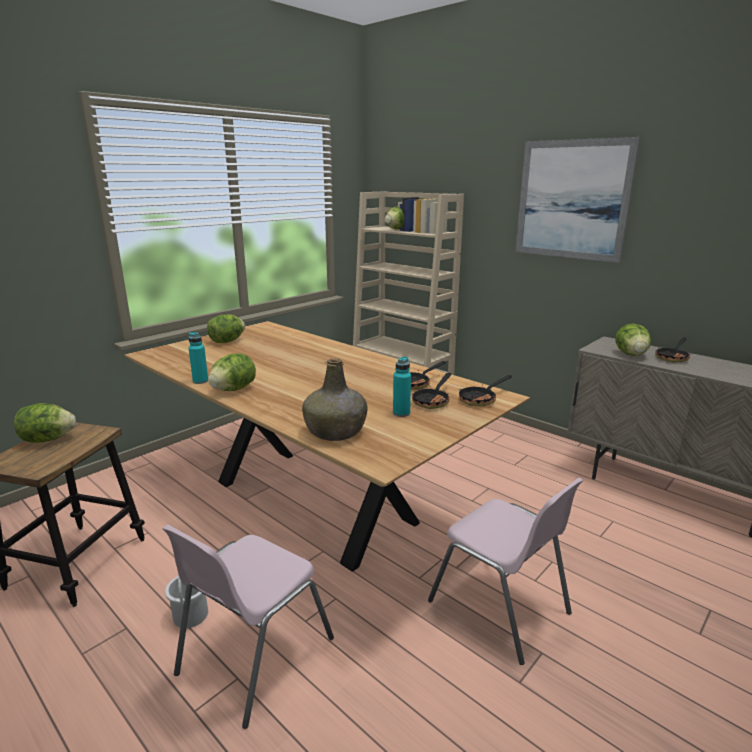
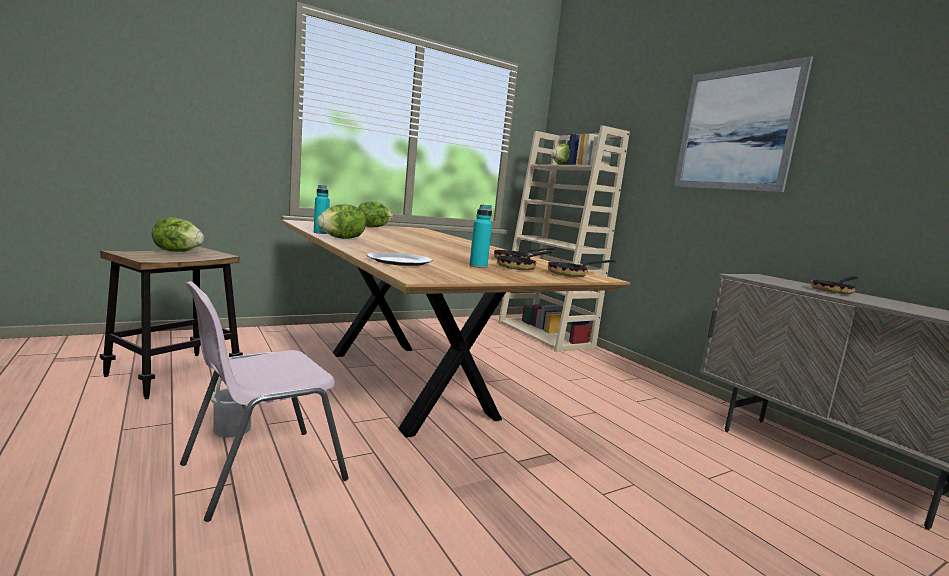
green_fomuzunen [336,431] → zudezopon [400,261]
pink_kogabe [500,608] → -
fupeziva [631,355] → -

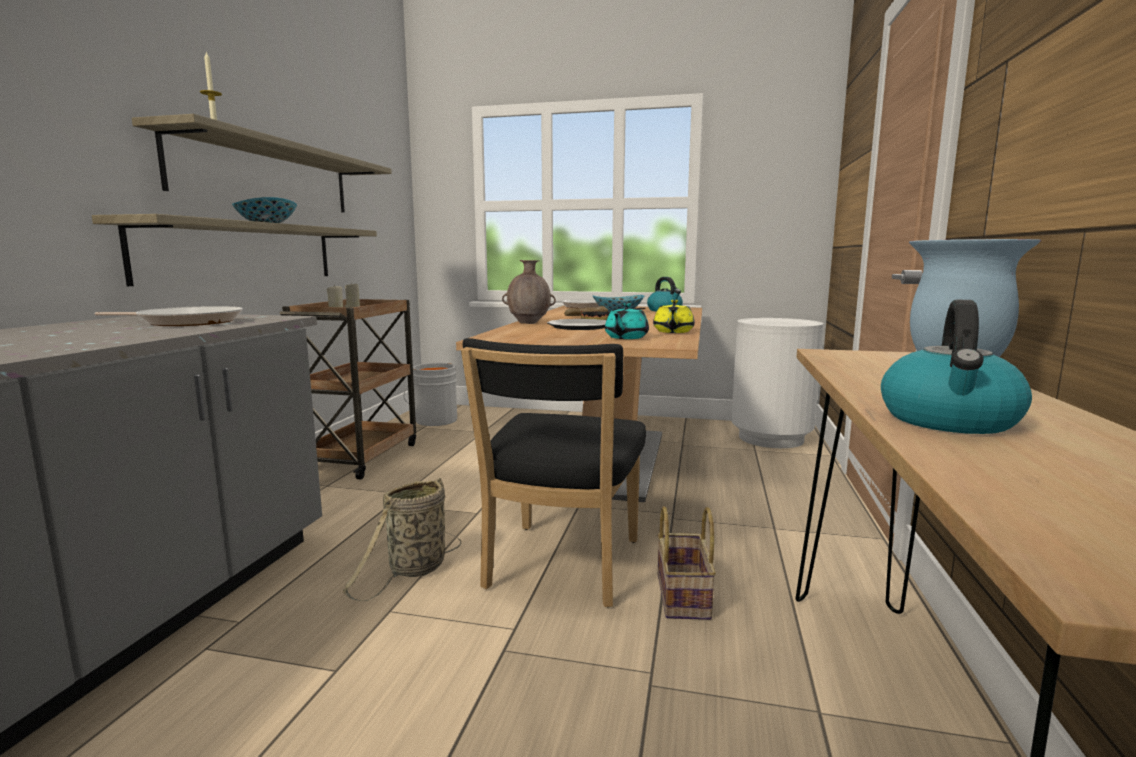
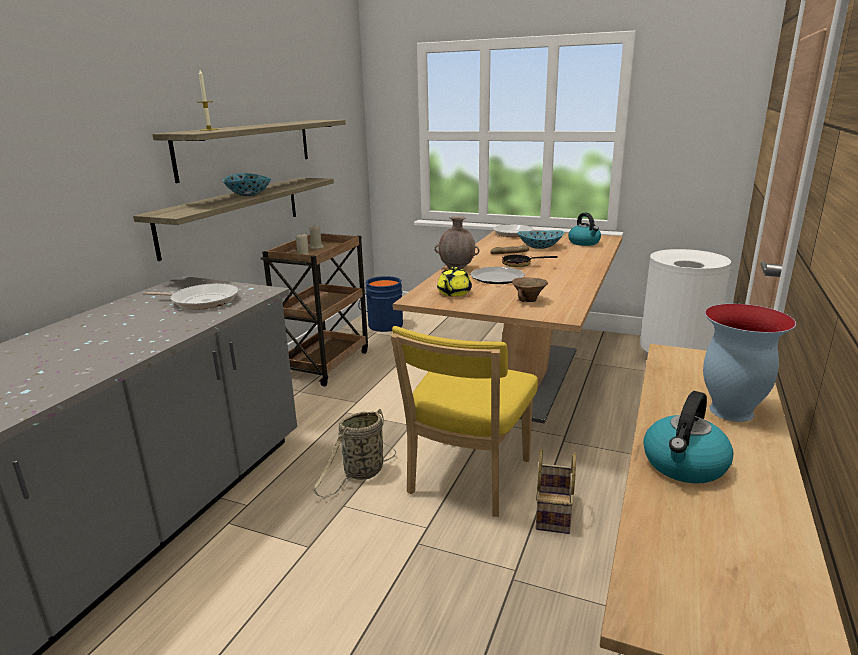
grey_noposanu [435,420] → blue_noposanu [384,325]
black_kogabe [560,568] → yellow_kogabe [466,480]
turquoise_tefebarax [626,337] → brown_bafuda [529,300]
yellow_tefebarax [673,332] → yellow_tefebarax [454,293], moved

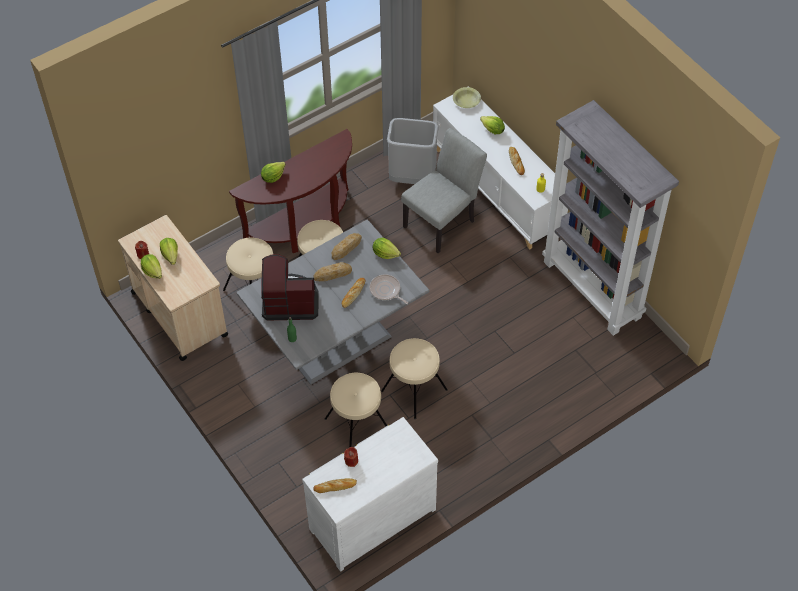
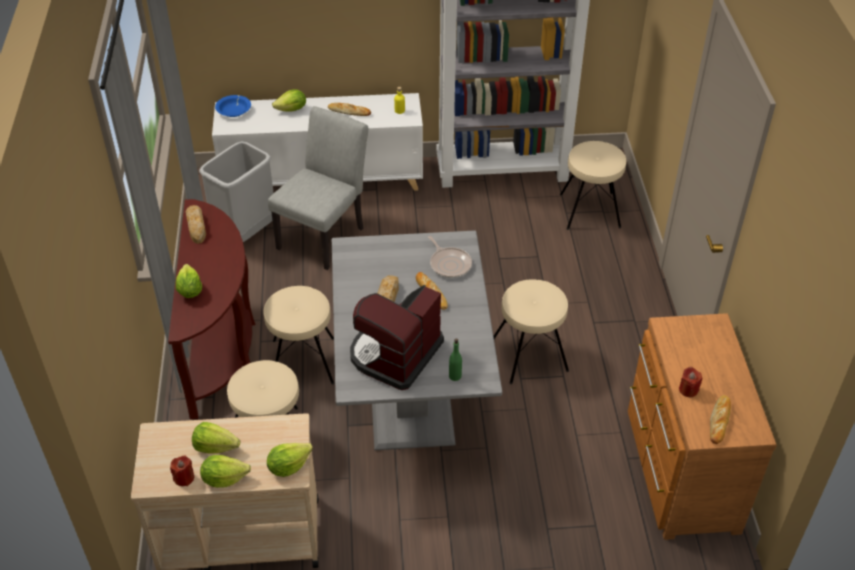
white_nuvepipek [370,517] → brown_nuvepipek [679,471]
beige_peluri [357,425] → beige_peluri [590,211], moved
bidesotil [346,248] → bidesotil [196,226], moved
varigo [386,290] → varigo [449,264], 105 degrees counterclockwise
fupeziva [385,253] → fupeziva [288,466], moved
grey_kogabe [443,221] → grey_kogabe [325,234], 45 degrees clockwise
yellow_bafuda [466,101] → blue_bafuda [234,111]

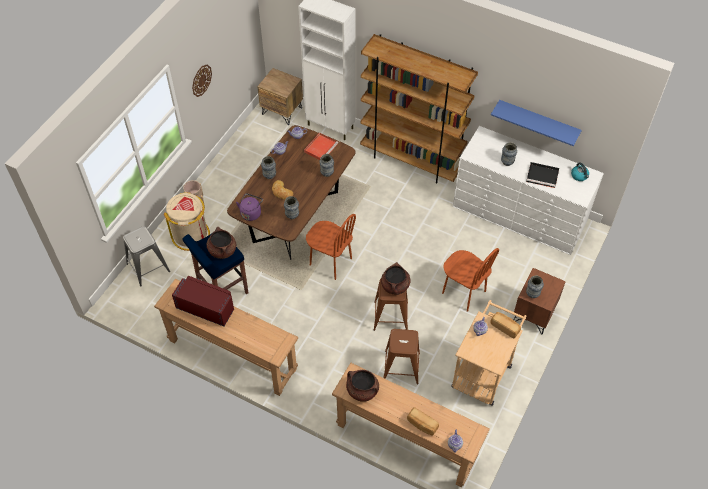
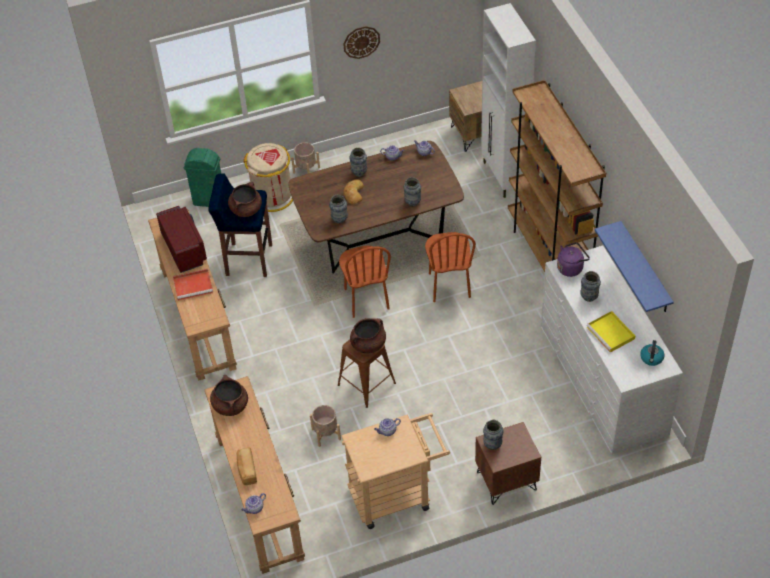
grey_peluri [148,267] → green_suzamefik [209,201]
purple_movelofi [251,213] → purple_movelofi [571,268], moved
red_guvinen [321,147] → red_guvinen [194,285], moved
brown_peluri [401,367] → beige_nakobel [326,434]
brown_kogabe [463,292] → brown_kogabe [449,285], moved
bidesotil [505,327] → -
black_guvinen [543,176] → yellow_guvinen [611,333]

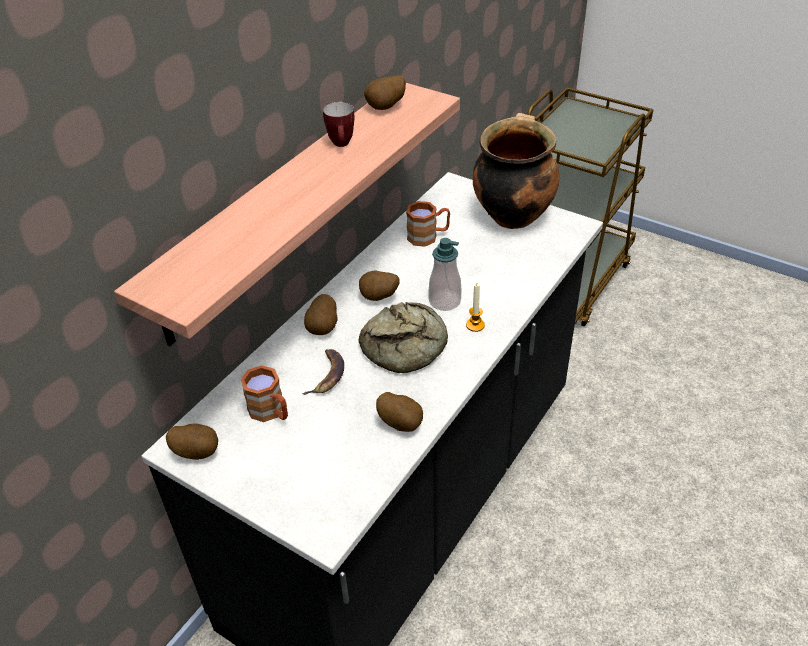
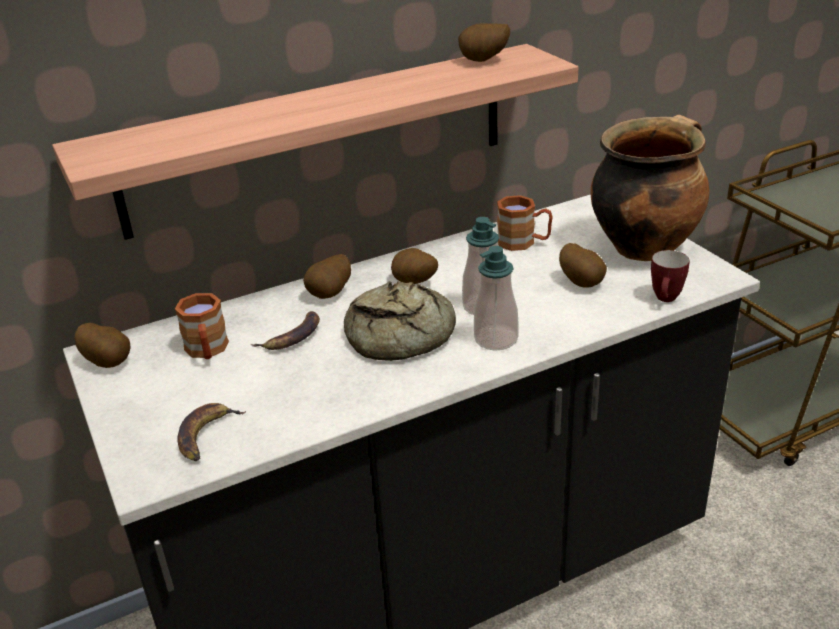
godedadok [342,145] → godedadok [666,300], moved
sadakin [401,423] → sadakin [582,282], moved
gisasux [475,325] → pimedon [496,339]
- → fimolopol [206,435]

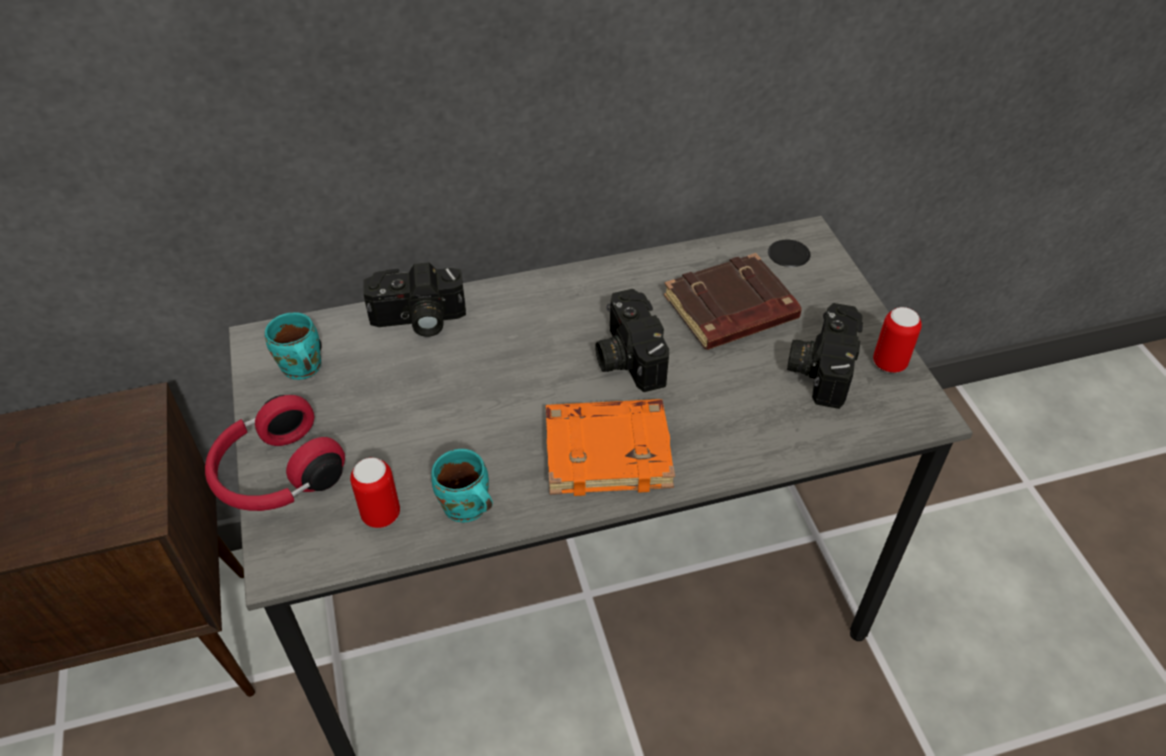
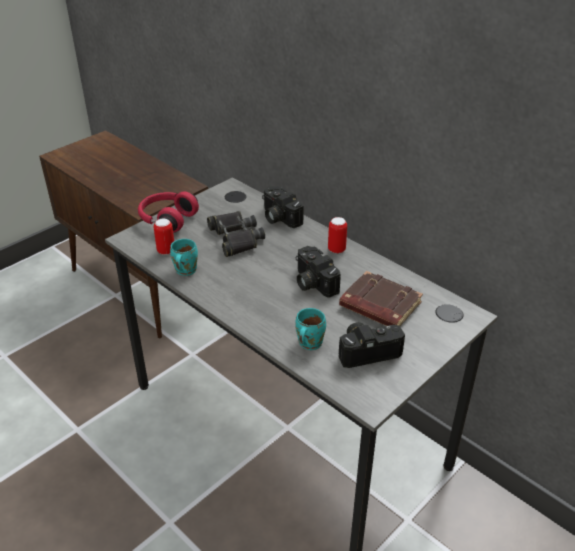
turquoise_godedadok [300,370] → turquoise_godedadok [308,343], moved
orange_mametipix [608,451] → -
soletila [626,356] → soletila [312,282], 75 degrees counterclockwise
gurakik [889,363] → gurakik [336,250], moved
- → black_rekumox [235,238]

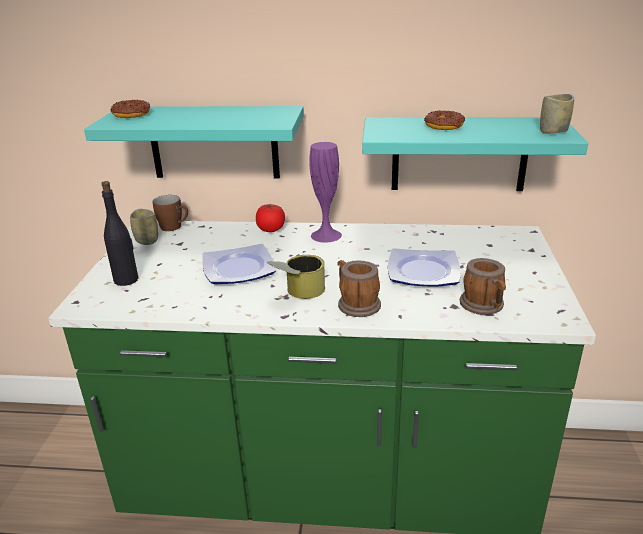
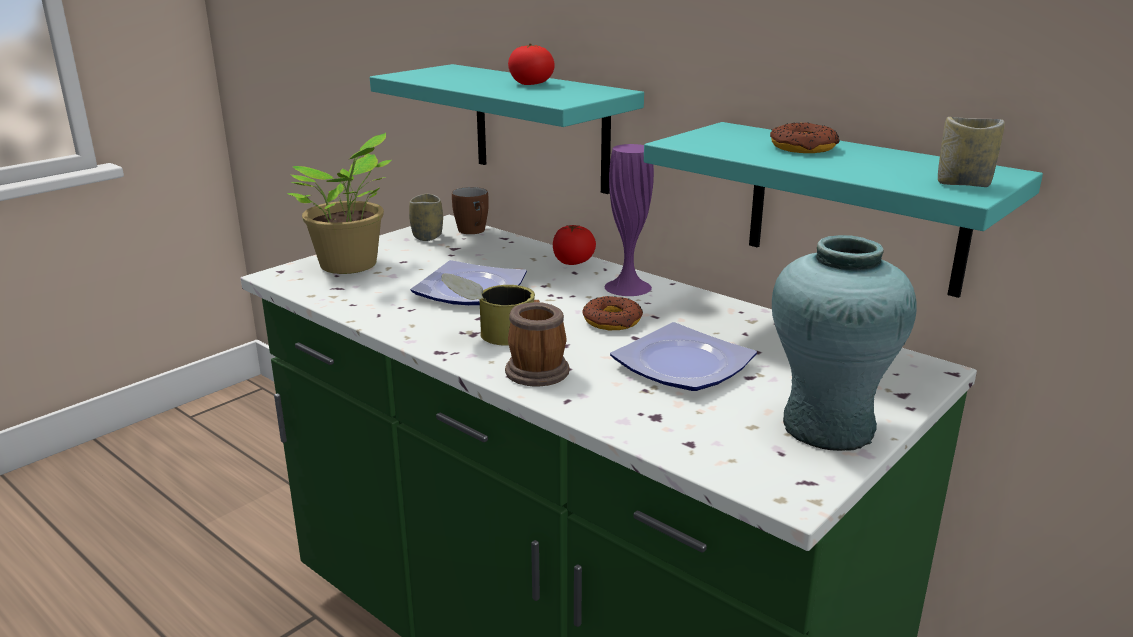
black_fomuzunen [126,280] → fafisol [351,266]
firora [131,114] → firora [612,321], moved
godedadok [484,306] → -
- → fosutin [531,84]
- → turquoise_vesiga [827,427]

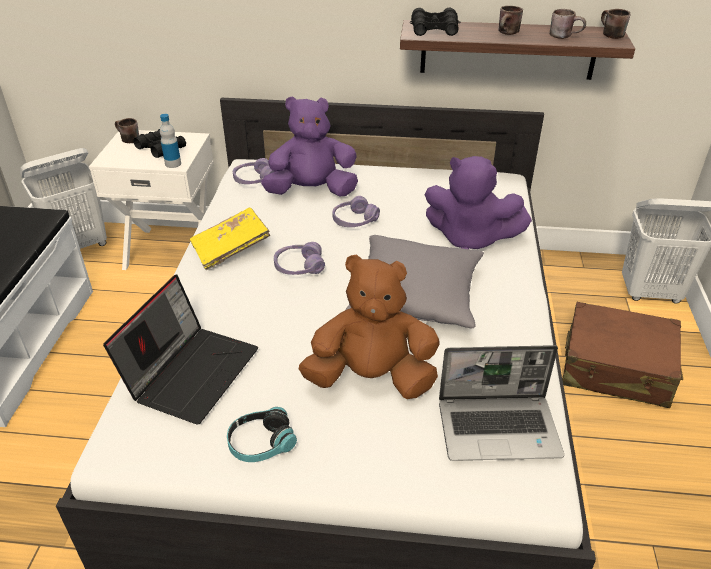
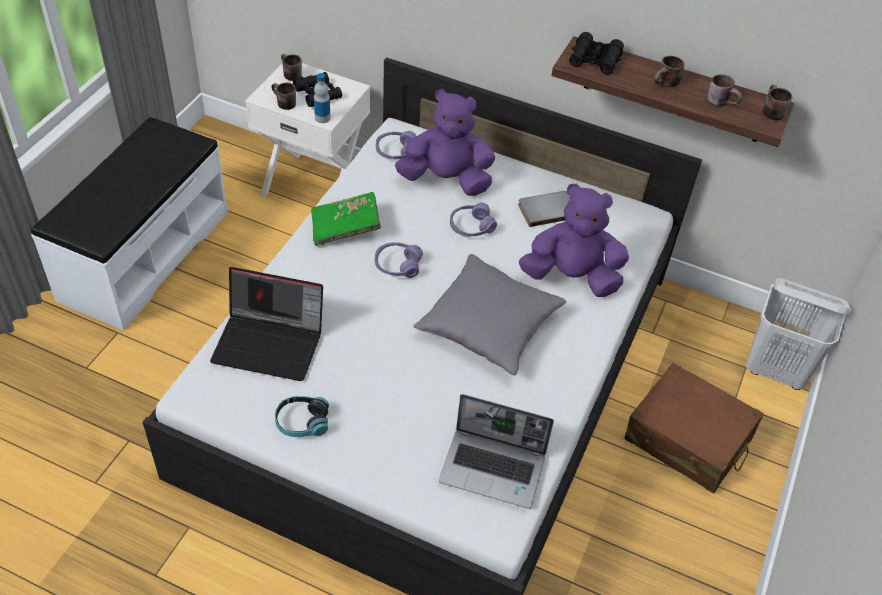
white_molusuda [80,246] → -
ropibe [191,371] → ropibe [270,343], 60 degrees clockwise
yellow_mametipix [231,249] → green_mametipix [345,228]
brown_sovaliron [372,378] → -
purple_sovaliron [469,238] → purple_sovaliron [571,277], 150 degrees clockwise
- → brown_godedadok [282,103]
- → grey_mametipix [546,209]

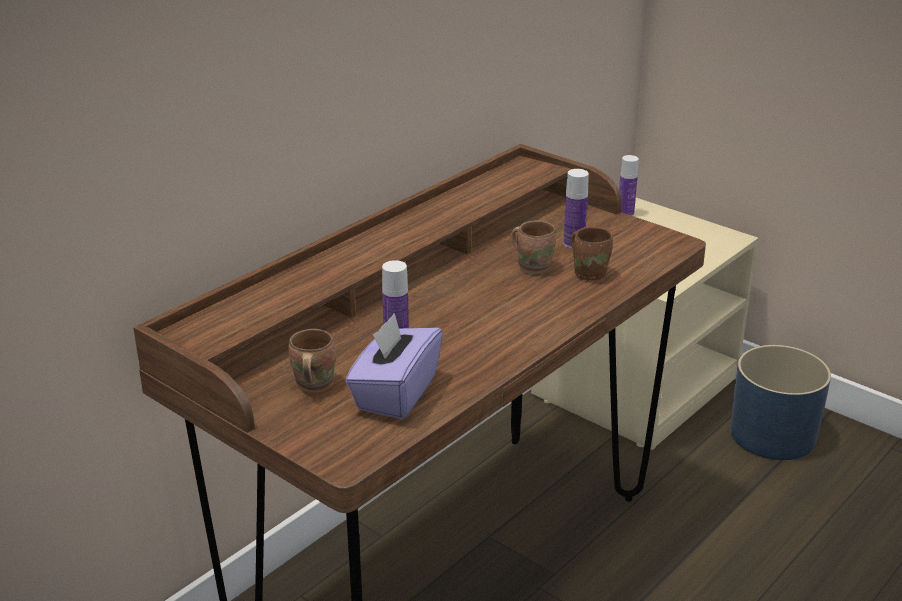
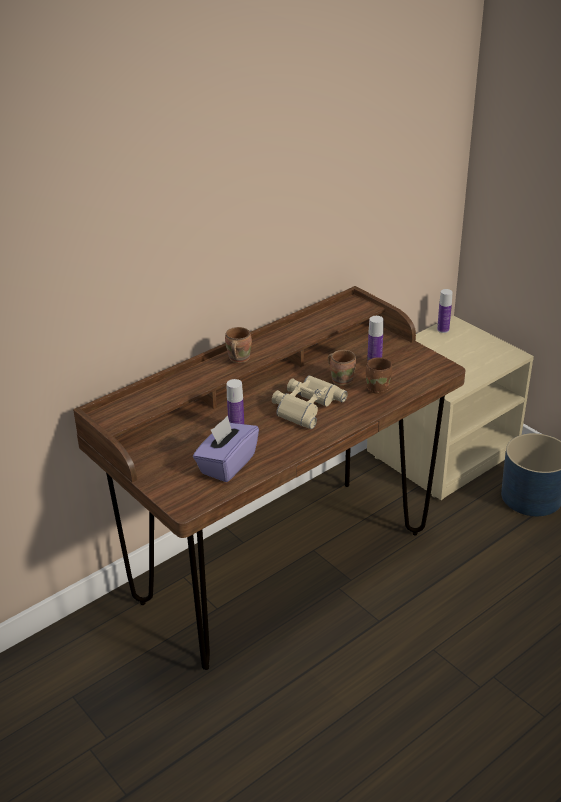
brown_godedadok [312,385] → brown_godedadok [237,359], moved
- → beige_rekumox [305,405]

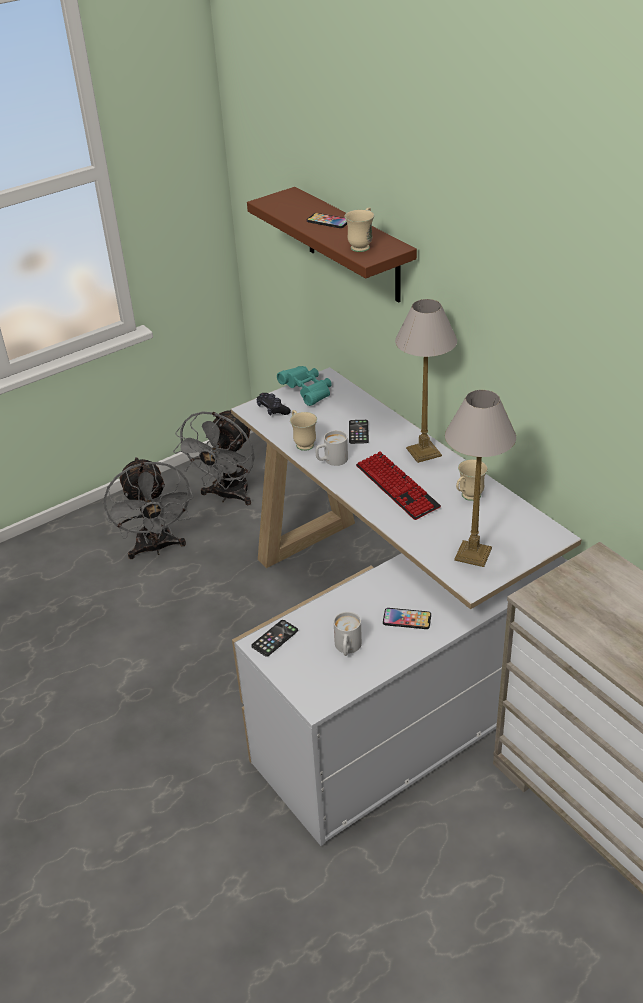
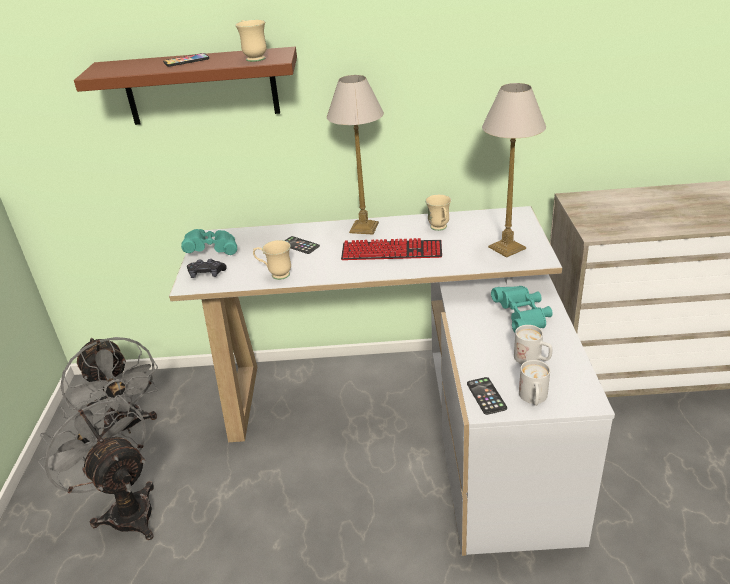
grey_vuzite [156,548] → grey_vuzite [126,509], 150 degrees counterclockwise
white_godedadok [331,460] → white_godedadok [533,399], moved
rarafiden [407,619] → turquoise_rekumox [522,318]

